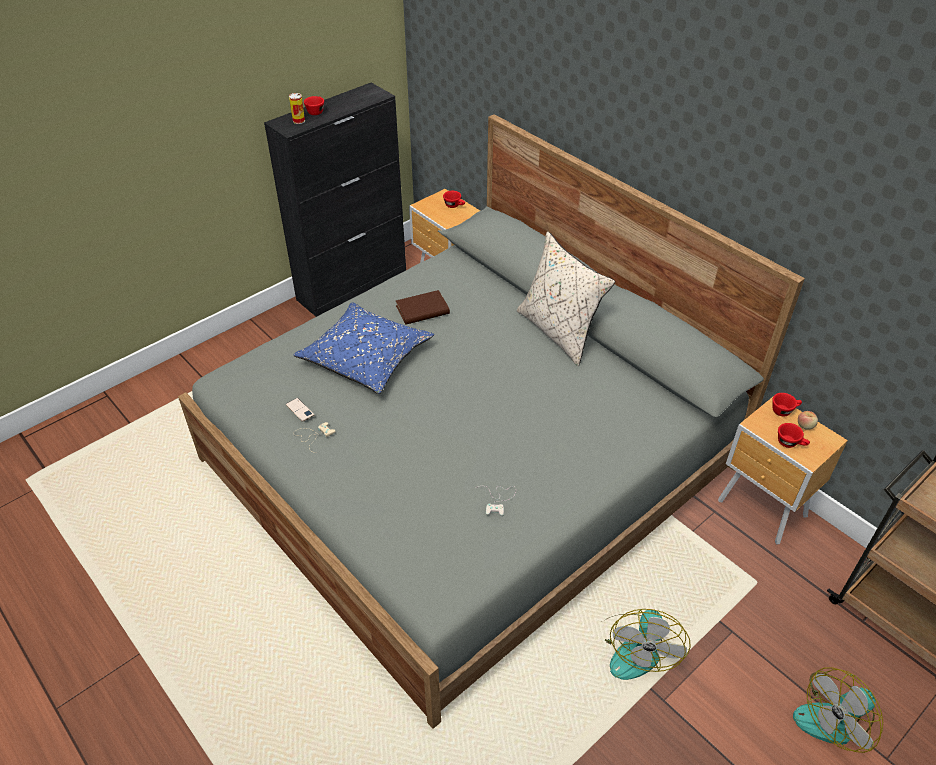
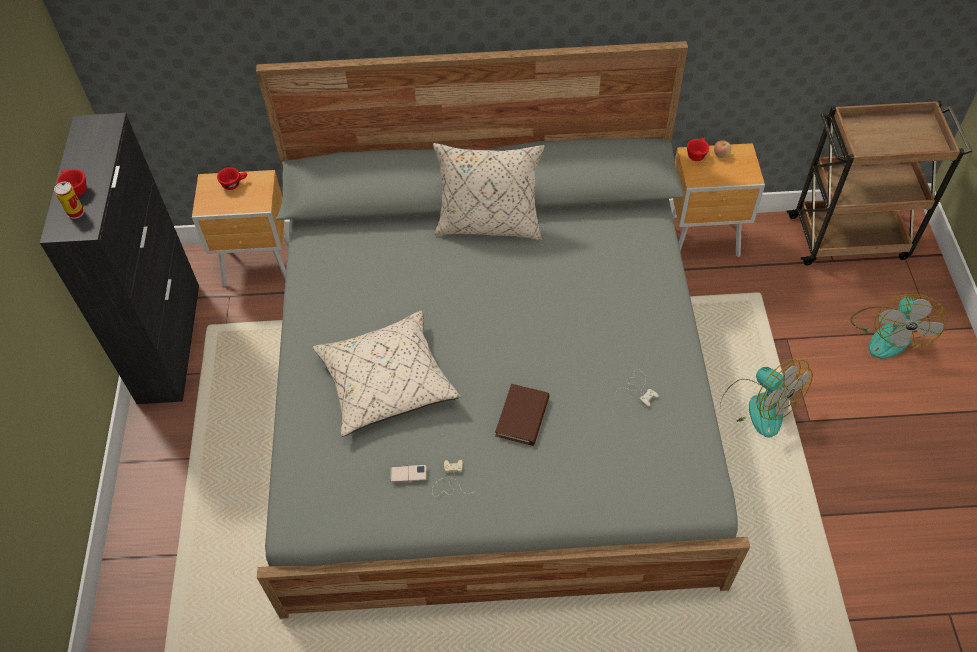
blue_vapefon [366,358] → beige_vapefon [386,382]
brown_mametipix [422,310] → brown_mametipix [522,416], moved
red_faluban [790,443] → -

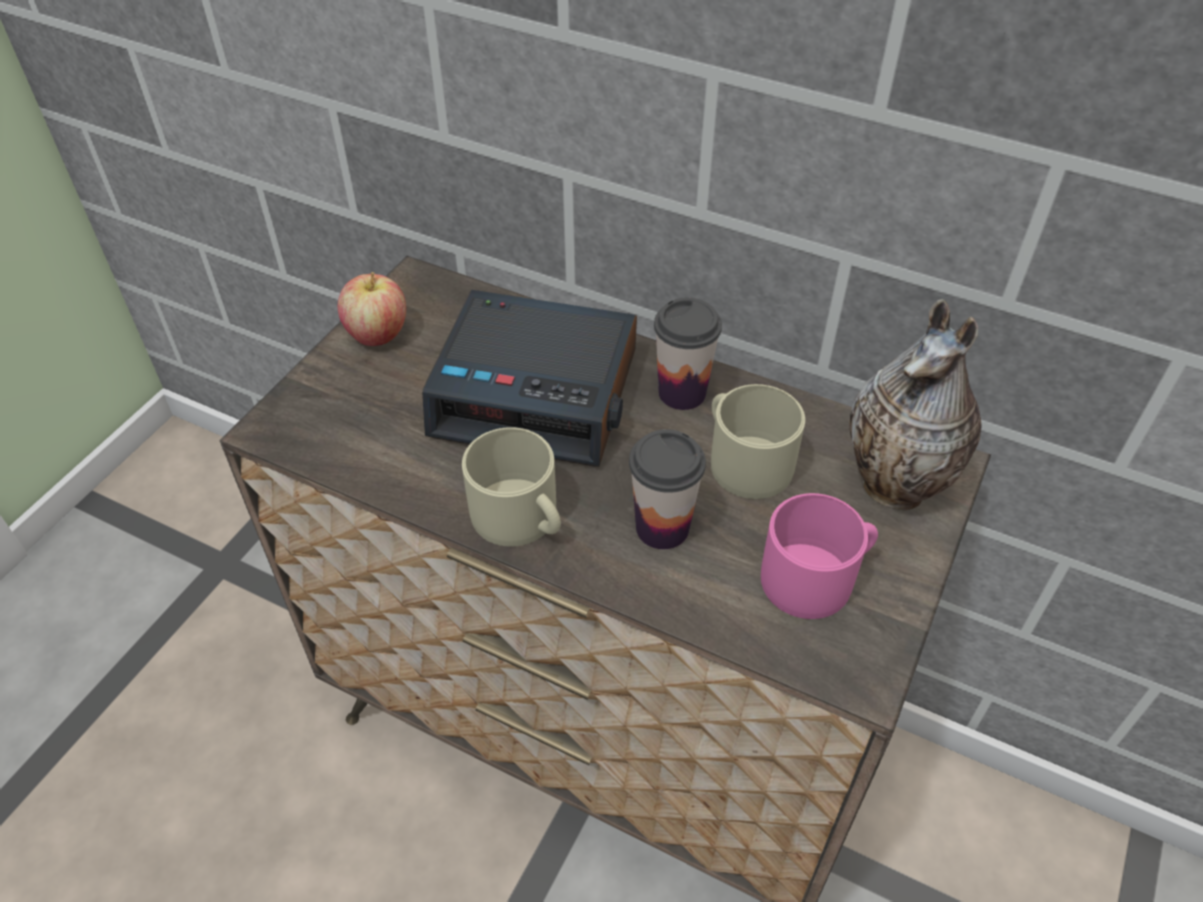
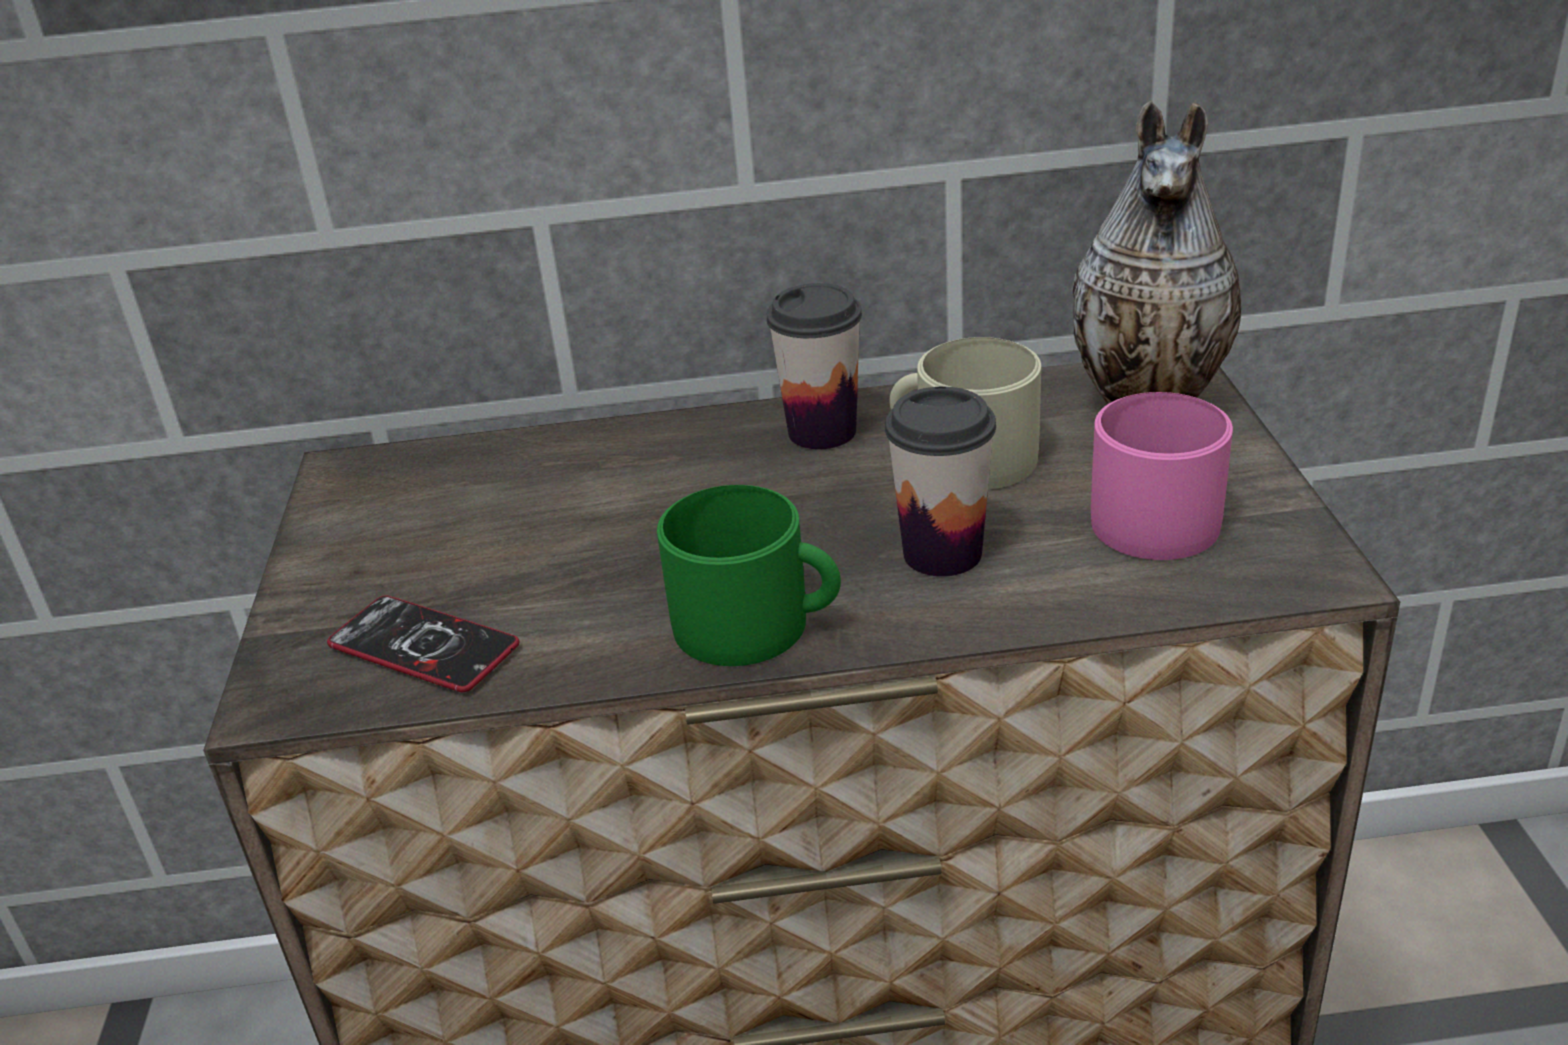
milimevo [378,334] → -
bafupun [538,393] → -
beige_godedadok [521,518] → green_godedadok [758,625]
- → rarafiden [423,646]

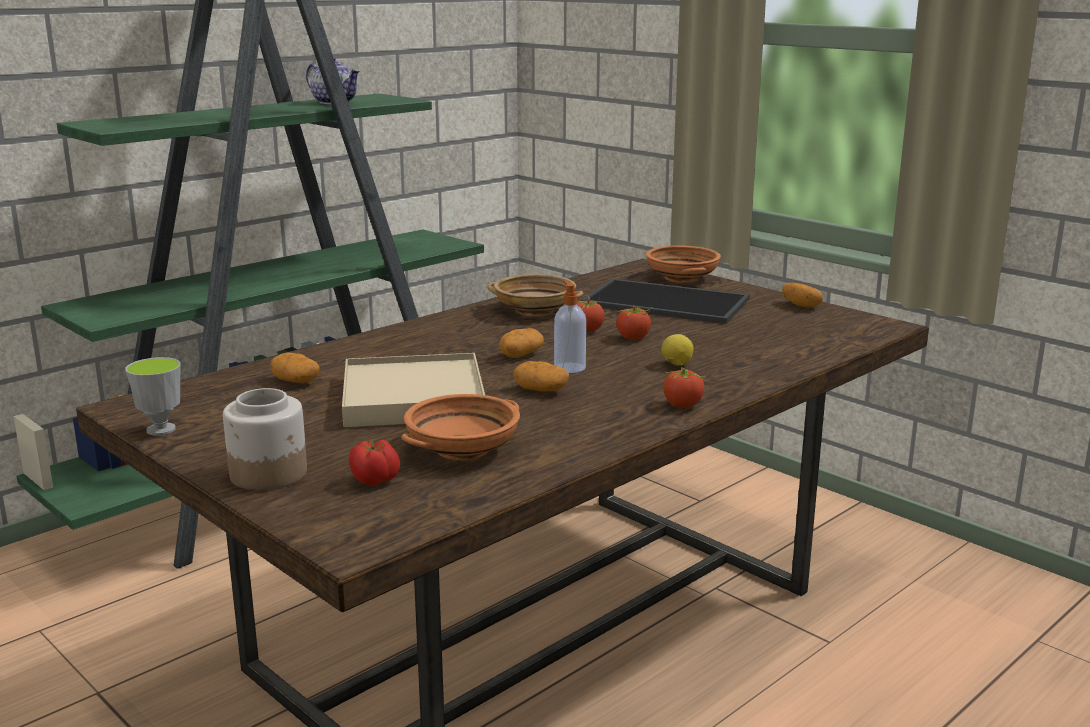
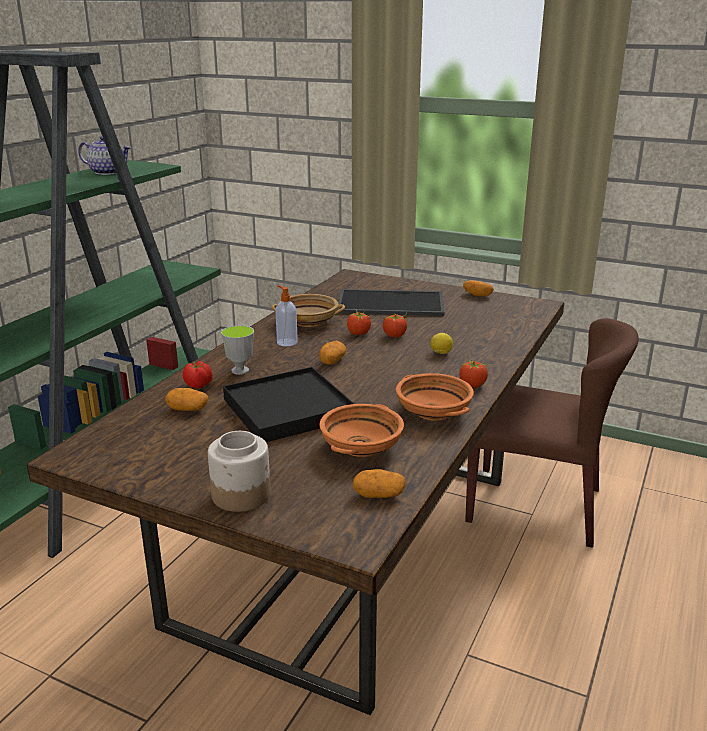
faluban [161,430] → faluban [240,370], moved
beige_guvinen [413,397] → black_guvinen [288,409]
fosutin [376,480] → fosutin [198,385], moved
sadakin [540,390] → sadakin [378,495], moved
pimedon [569,367] → pimedon [286,342], moved
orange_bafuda [682,278] → orange_bafuda [434,412], moved
- → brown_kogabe [535,505]

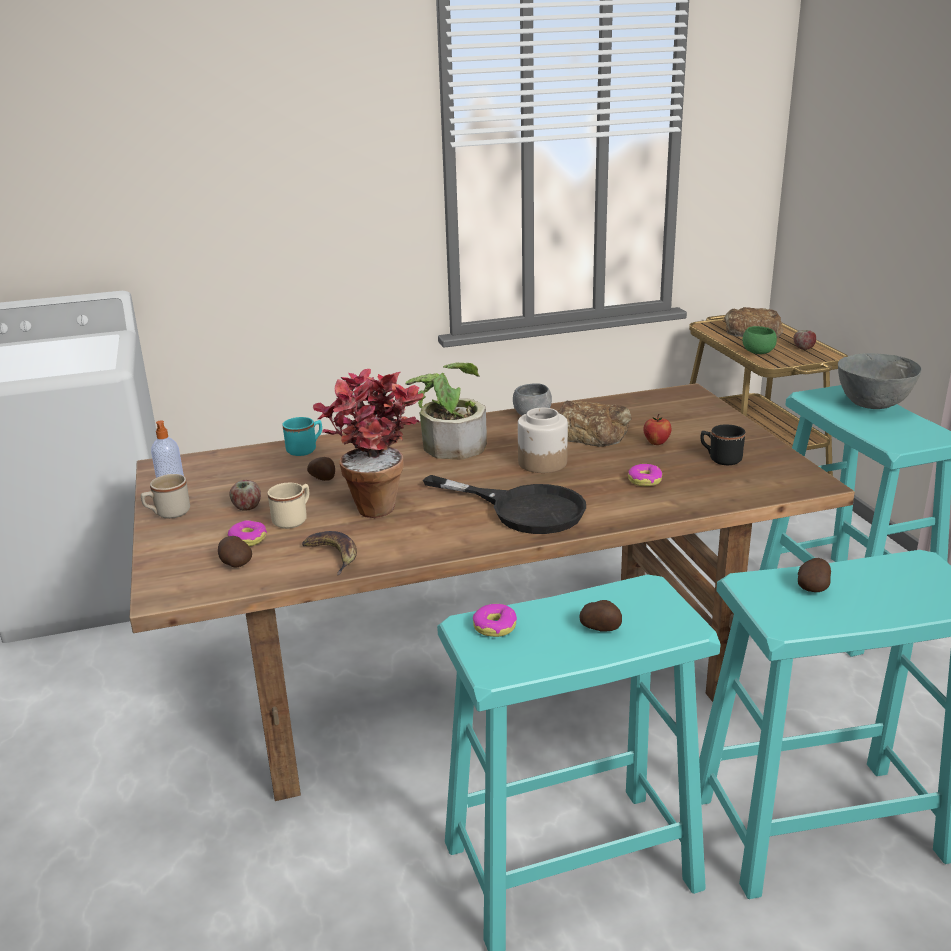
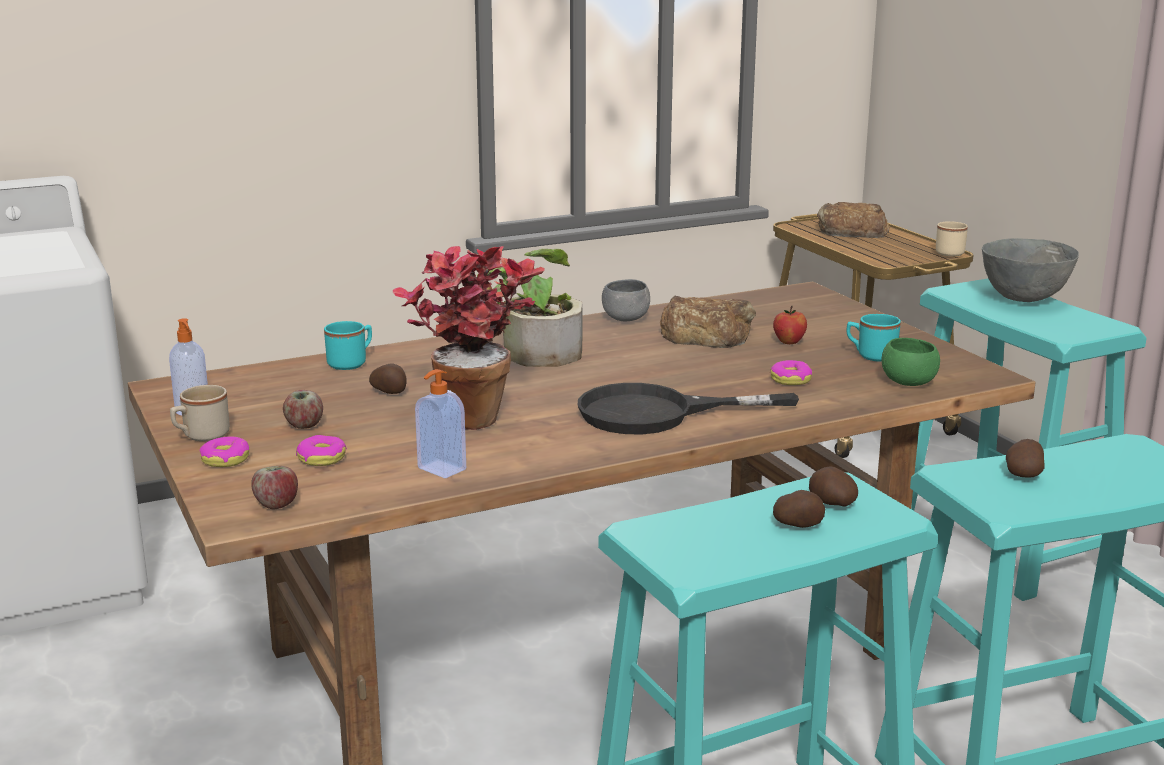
sadakin [235,564] → sadakin [831,504], moved
beige_godedadok [293,519] → beige_godedadok [951,252], moved
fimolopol [333,555] → pimedon [440,469]
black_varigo [523,509] → black_varigo [657,413], 150 degrees clockwise
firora [495,626] → firora [225,459], moved
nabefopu [543,463] → -
black_godedadok [720,459] → turquoise_godedadok [871,355]
green_bafuda [758,352] → green_bafuda [908,383], moved
milimevo [804,348] → milimevo [277,504], moved

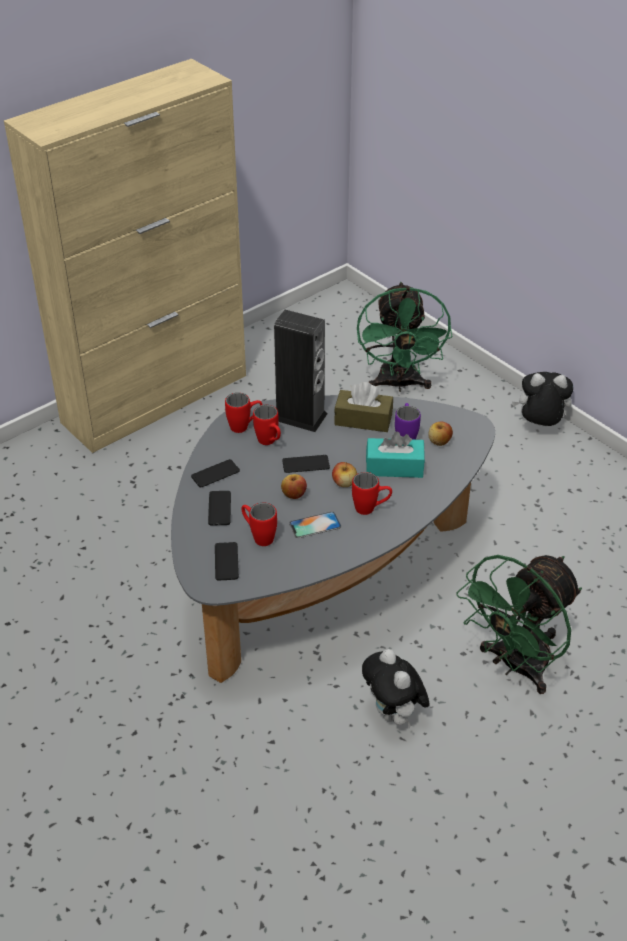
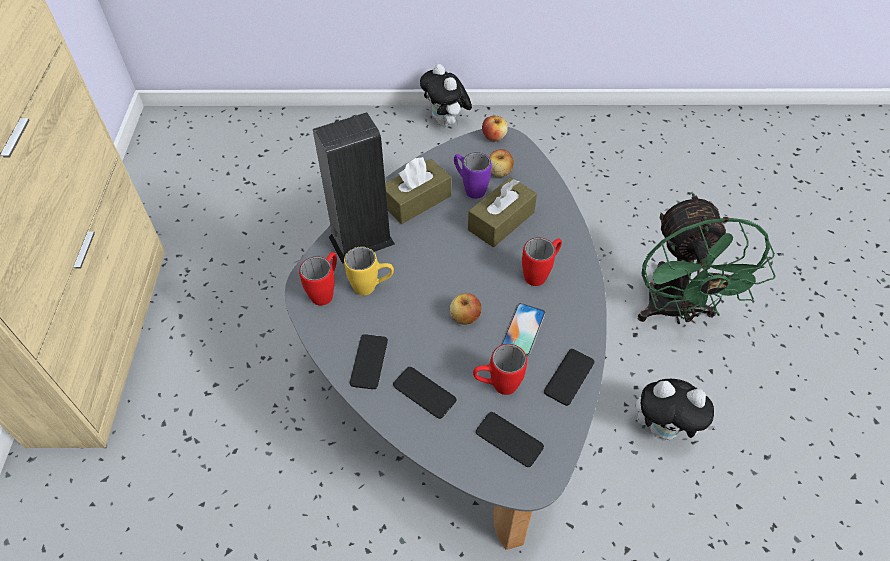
red_godedadok [269,443] → yellow_godedadok [372,287]
rarafiden [306,464] → rarafiden [569,377], moved
milimevo [344,483] → milimevo [494,137], moved
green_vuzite [399,384] → -
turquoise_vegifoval [394,467] → brown_vegifoval [501,221]
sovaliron [539,425] → sovaliron [446,122], 75 degrees counterclockwise

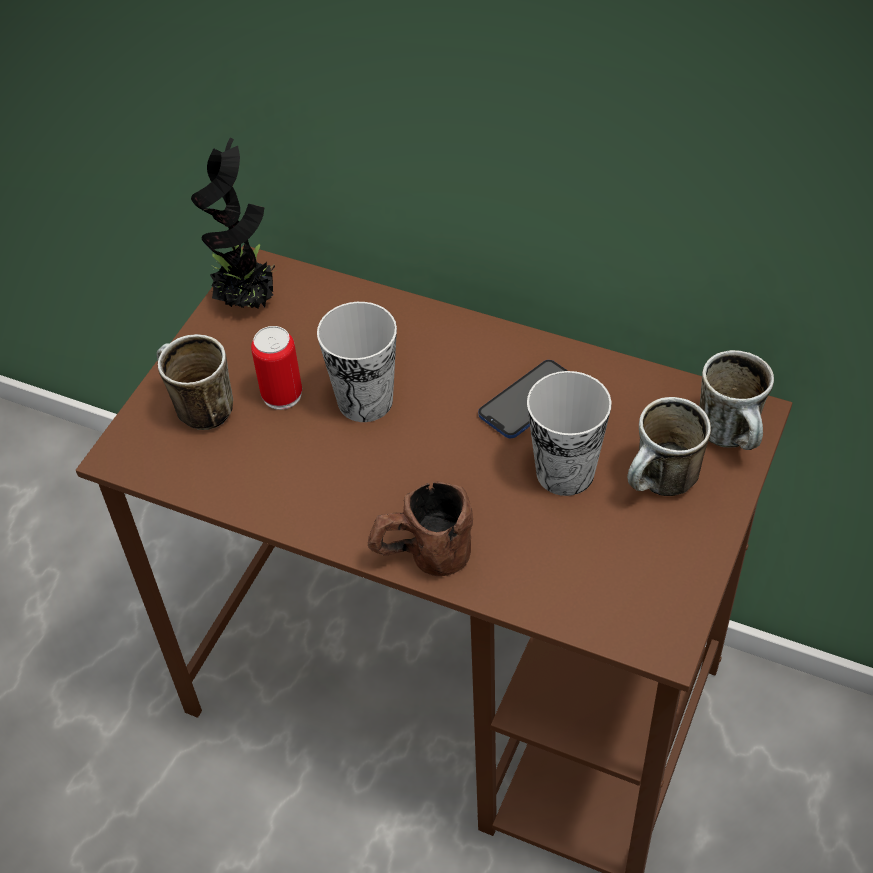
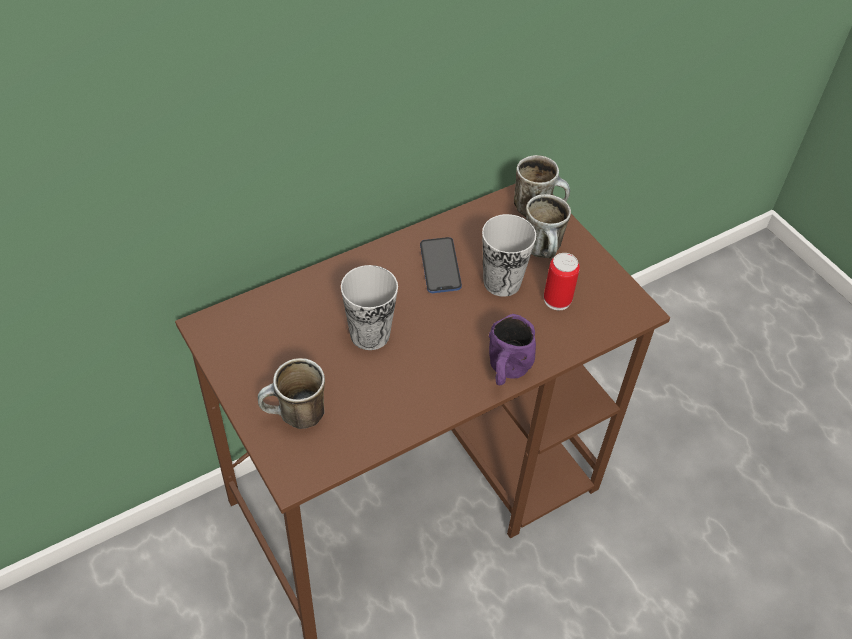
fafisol [249,301] → -
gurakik [282,394] → gurakik [557,300], moved
brown_godedadok [421,557] → purple_godedadok [506,373]

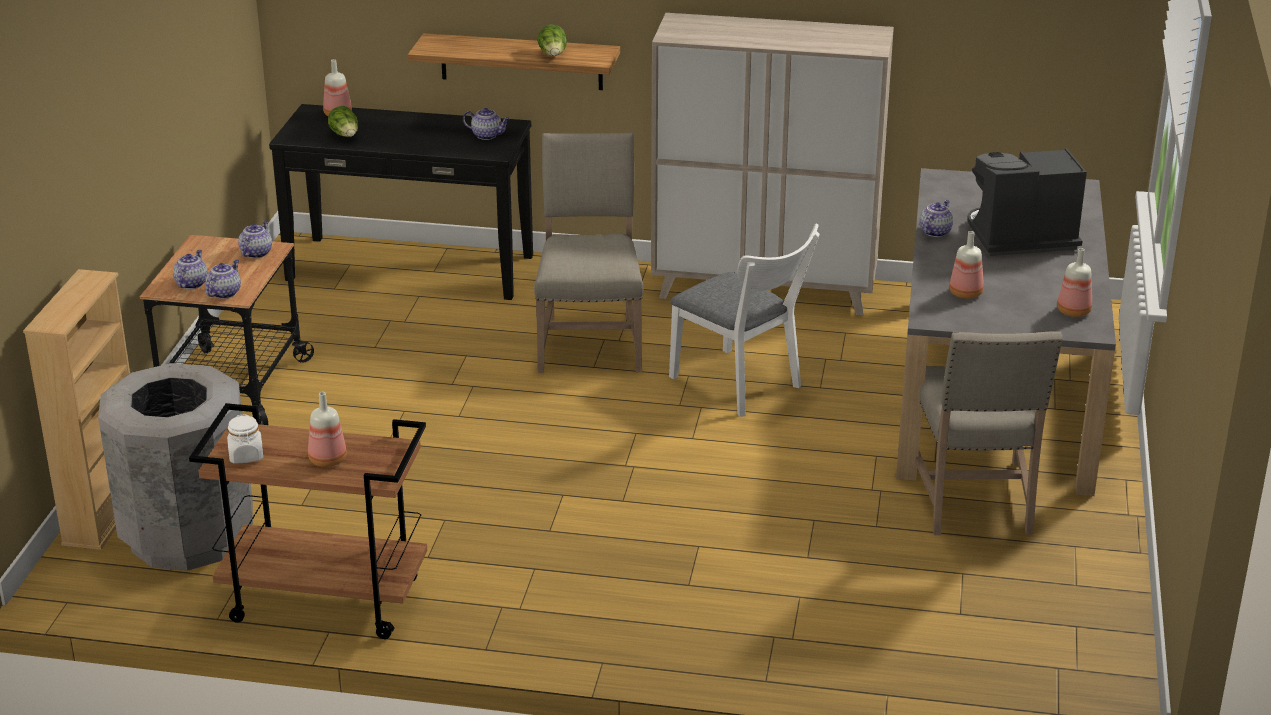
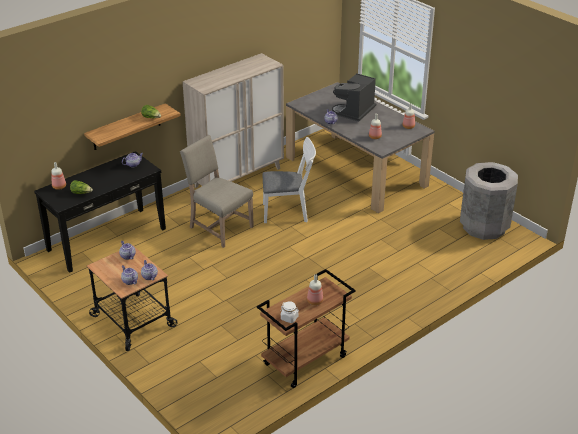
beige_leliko [106,512] → -
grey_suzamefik [188,537] → grey_suzamefik [484,227], moved
beige_kogabe [973,500] → -

